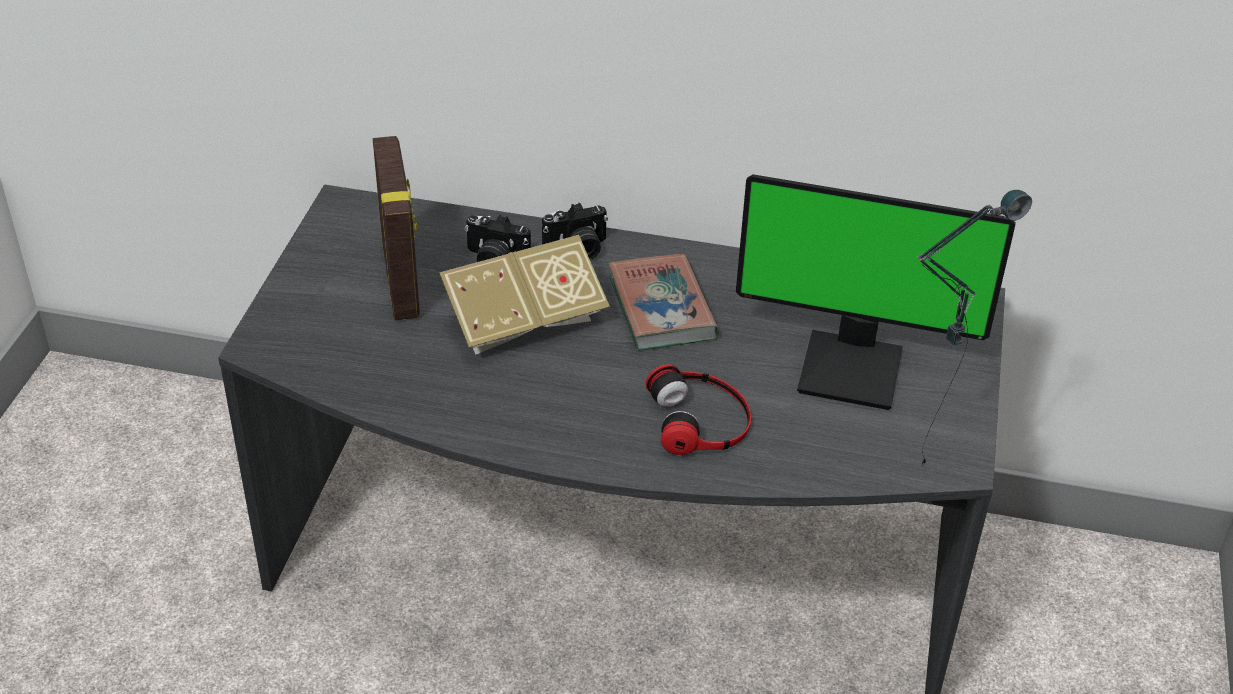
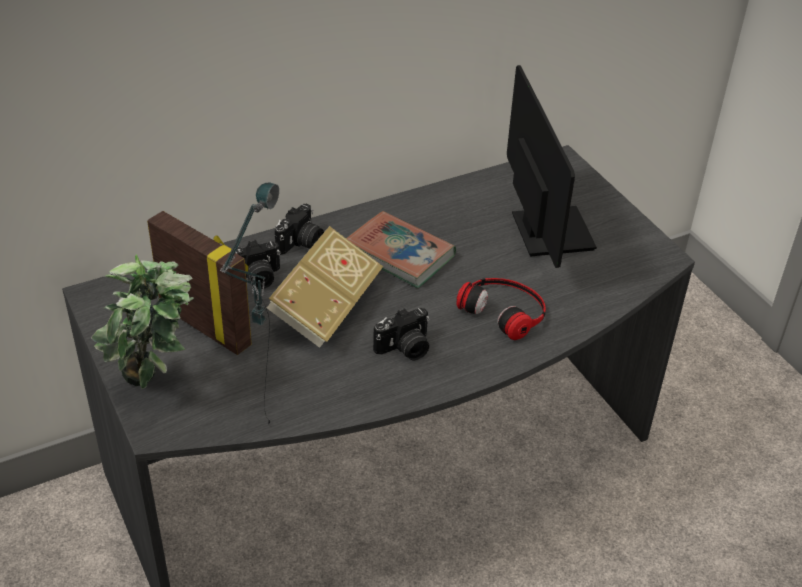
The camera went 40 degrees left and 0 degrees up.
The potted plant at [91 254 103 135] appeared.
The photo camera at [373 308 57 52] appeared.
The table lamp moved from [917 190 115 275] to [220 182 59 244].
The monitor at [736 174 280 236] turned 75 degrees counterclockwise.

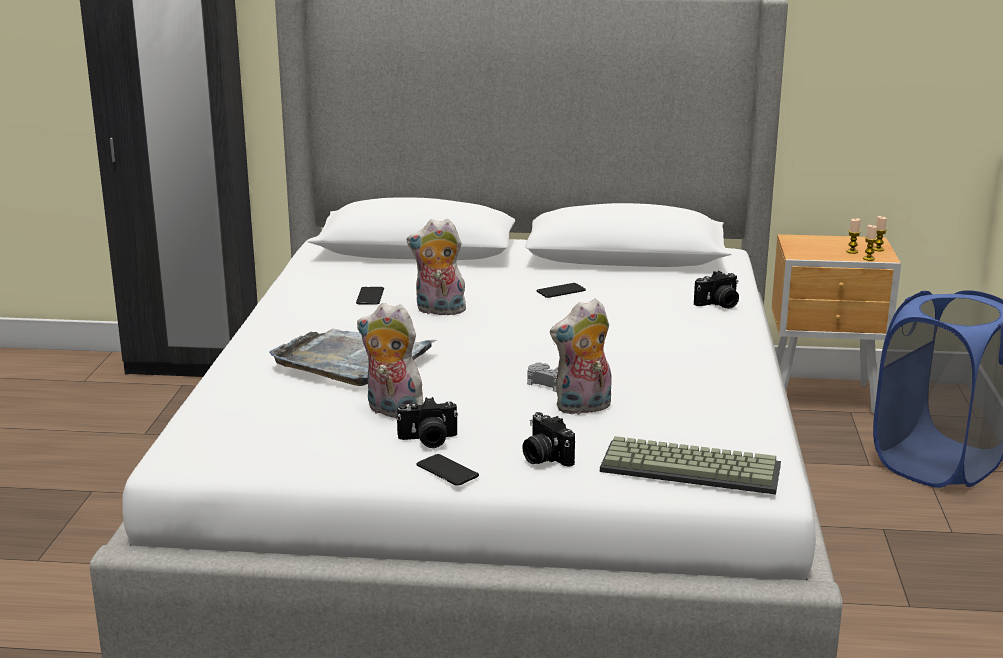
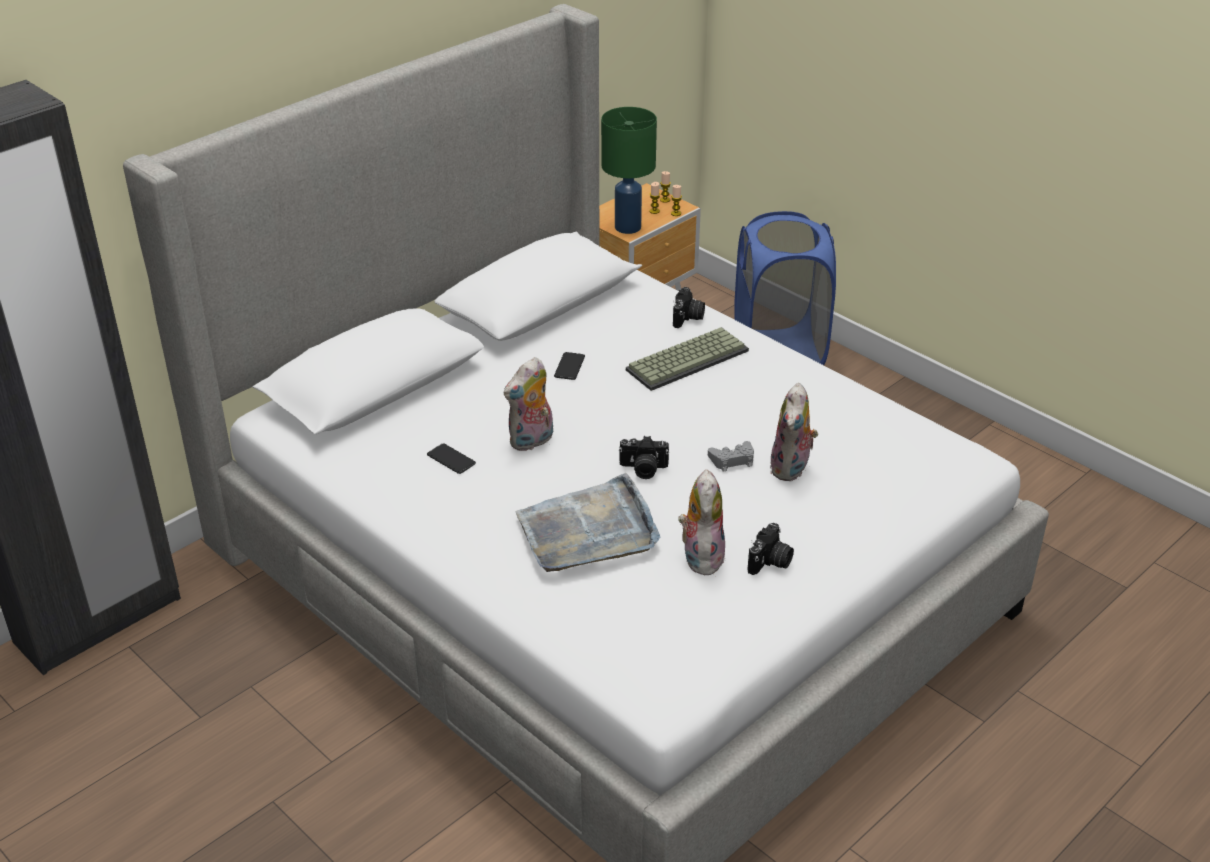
The camera went 50 degrees left and 15 degrees up.
The phone at [416 454 63 32] disappeared.
The green table lamp at [601 107 56 127] appeared.
The photo camera moved from [522 412 53 55] to [619 436 50 43].
The keyboard moved from [600 436 181 59] to [626 327 123 64].
The plush toy at [357 303 66 115] turned 120 degrees clockwise.

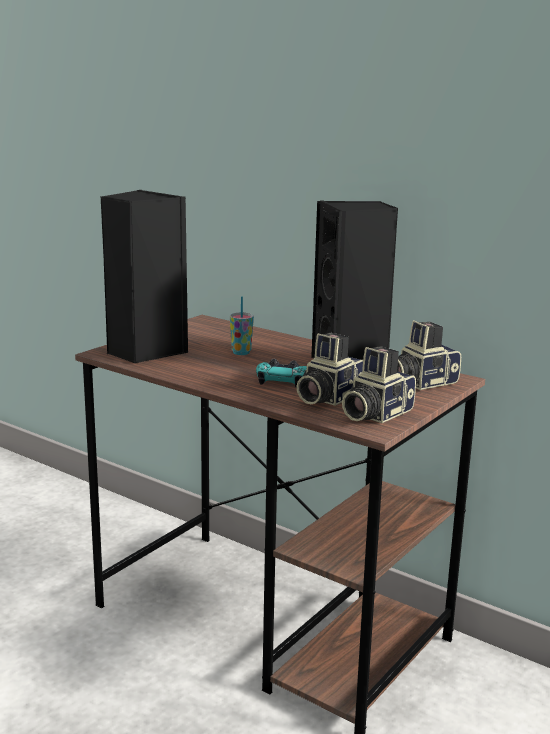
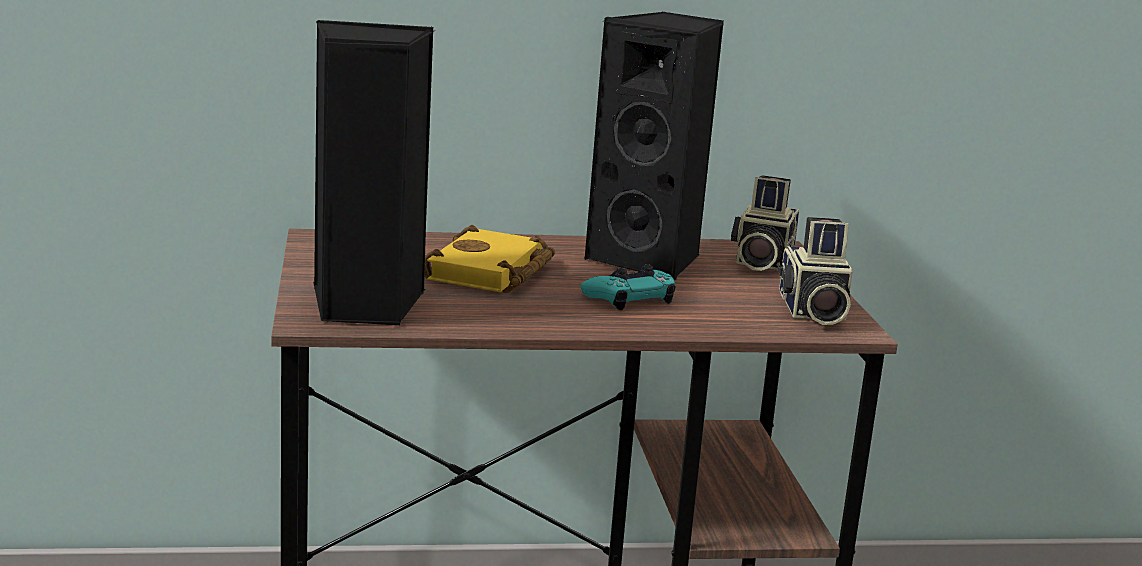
The camera went 45 degrees left and 0 degrees up.
The photo camera at [296 333 67 73] disappeared.
The cup at [230 297 24 58] was replaced by the yellow book at [424 225 131 68].

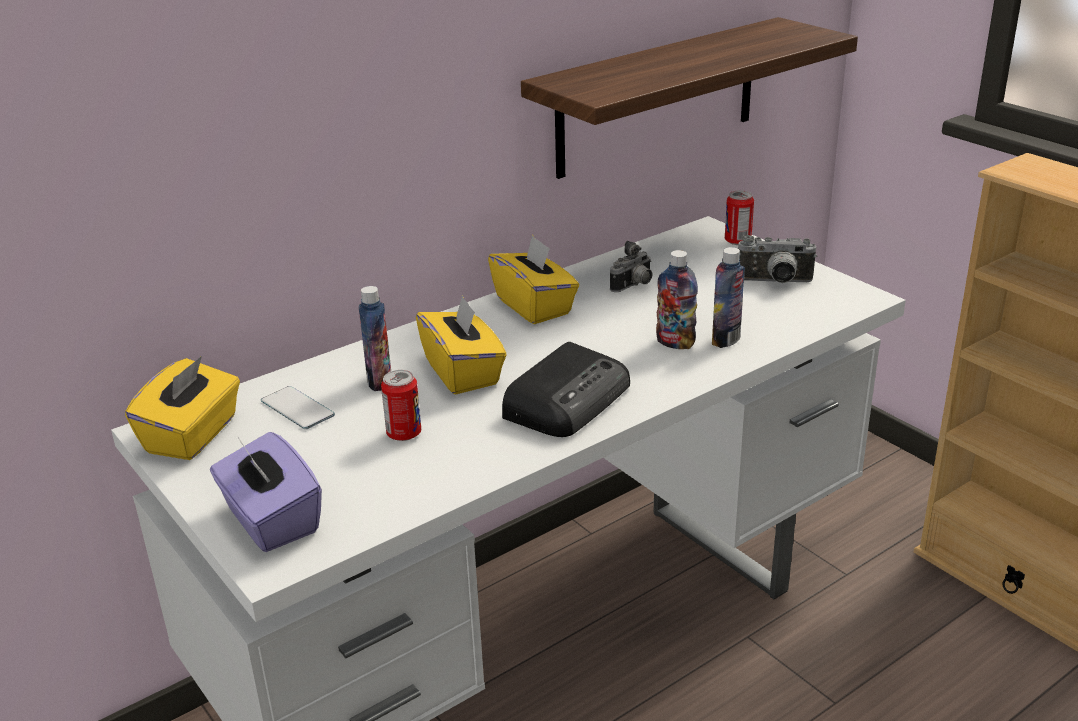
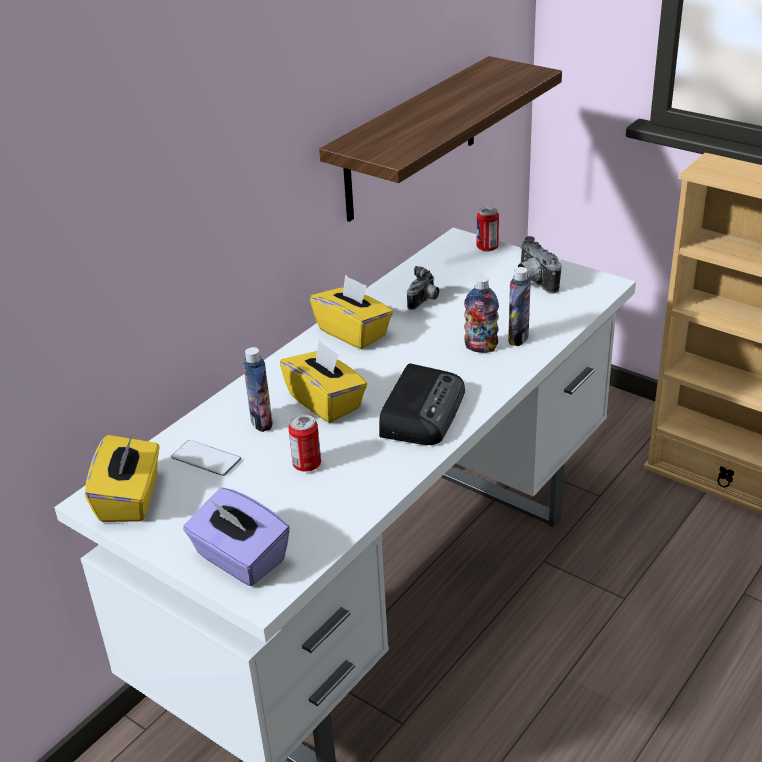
The camera went 15 degrees left and 5 degrees up.
The photo camera at [738 235 79 48] turned 75 degrees clockwise.

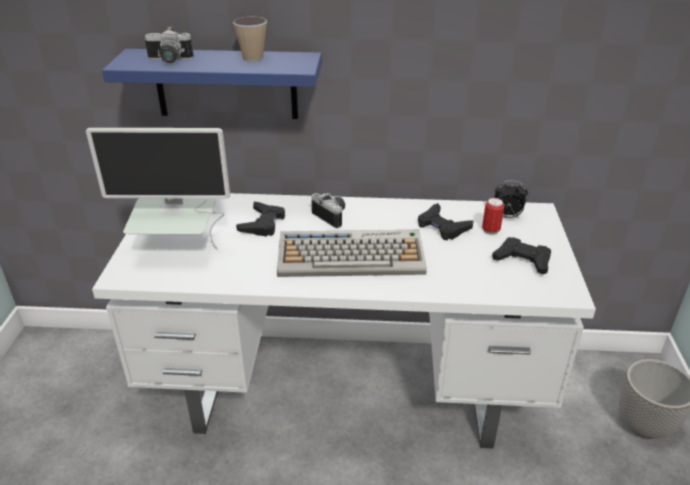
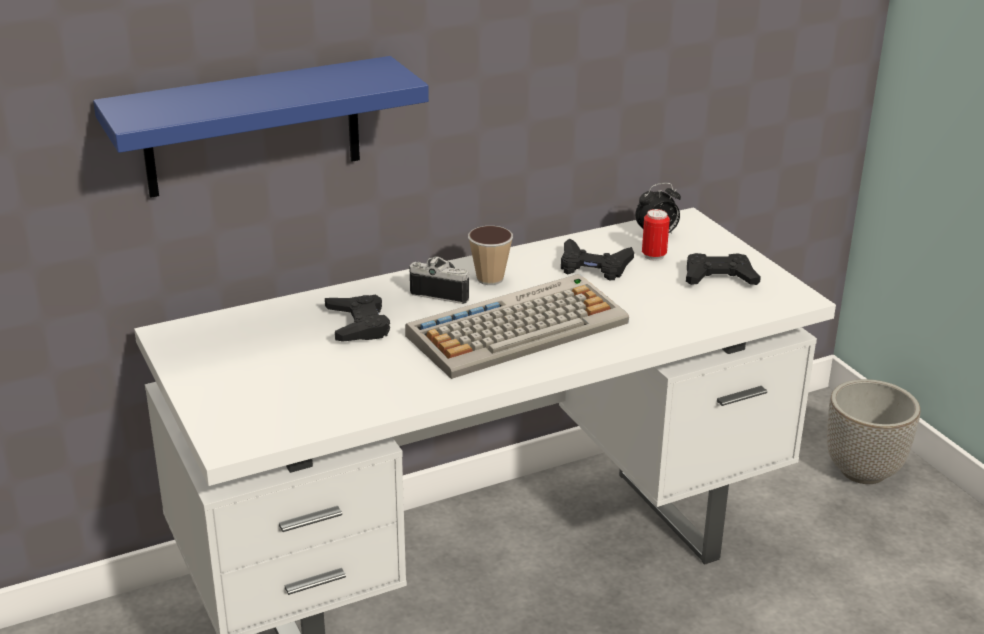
The camera went 30 degrees left and 5 degrees down.
The monitor at [86 128 144 122] disappeared.
The photo camera at [145 26 49 37] disappeared.
The cup moved from [233 17 35 45] to [468 226 45 59].

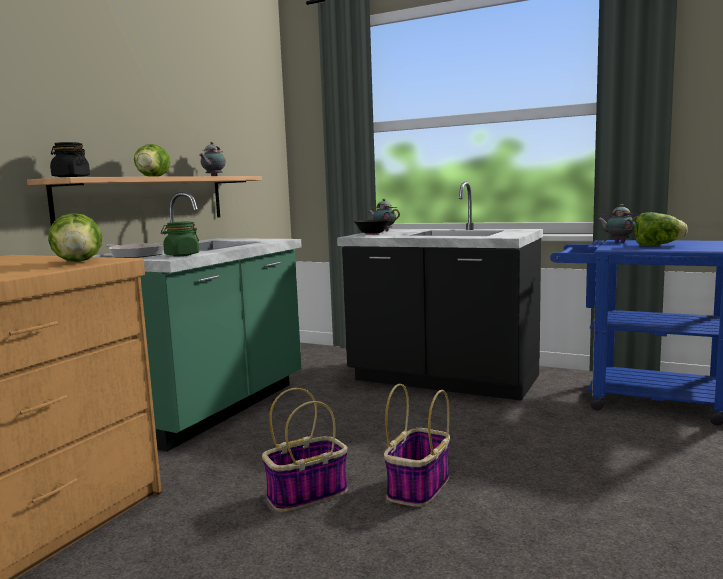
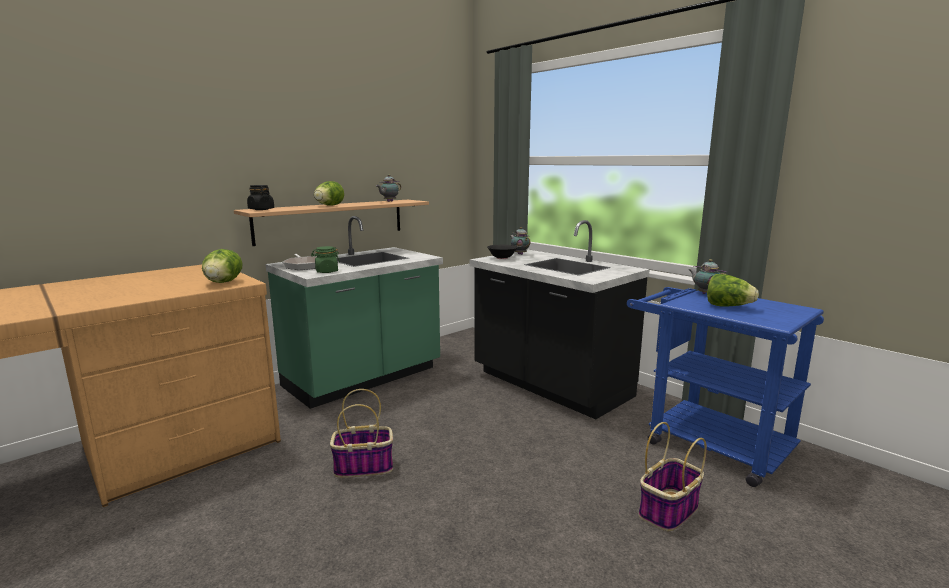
The camera went 20 degrees right and 5 degrees up.
The basket moved from [384 384 66 123] to [639 422 68 109].

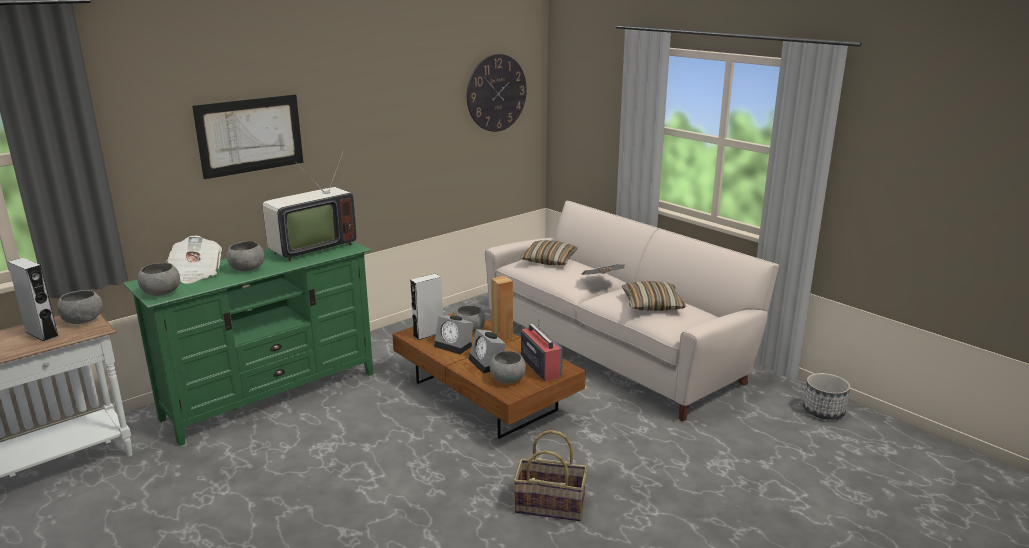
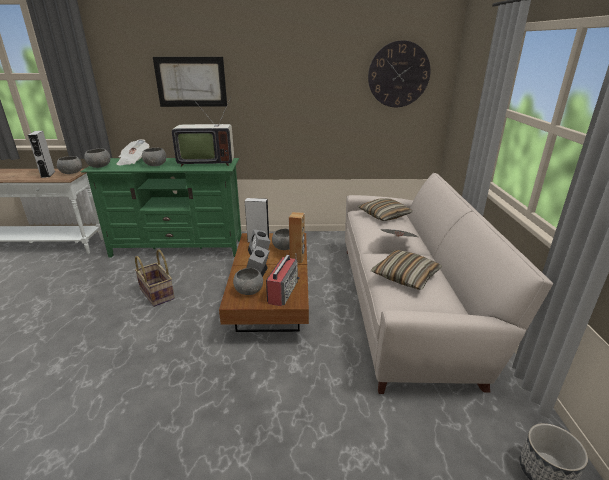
The camera went 40 degrees right and 5 degrees up.
The basket moved from [513 430 74 91] to [135 249 40 58].

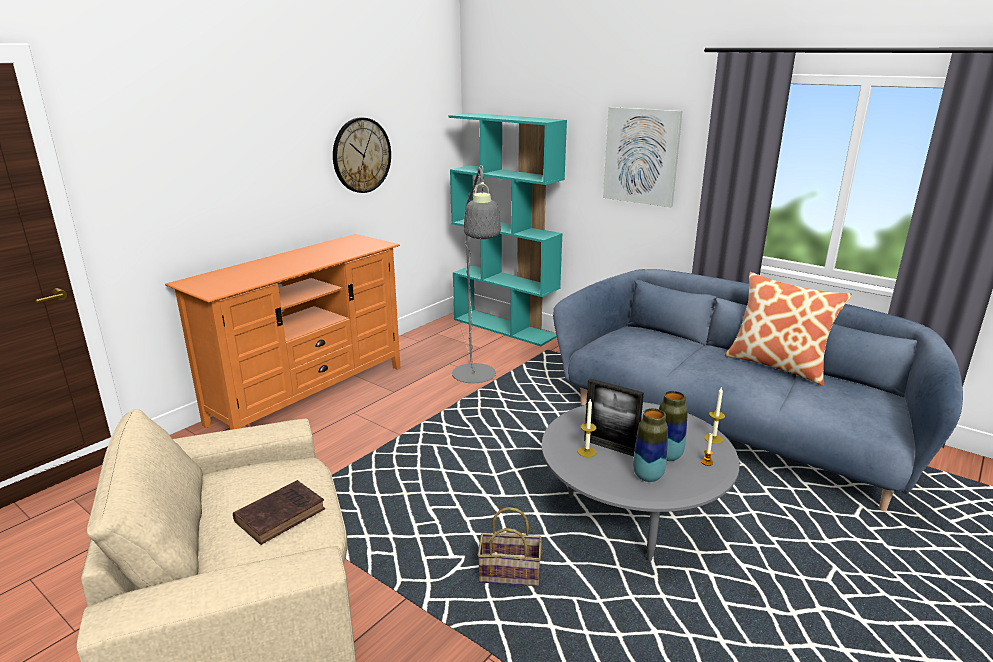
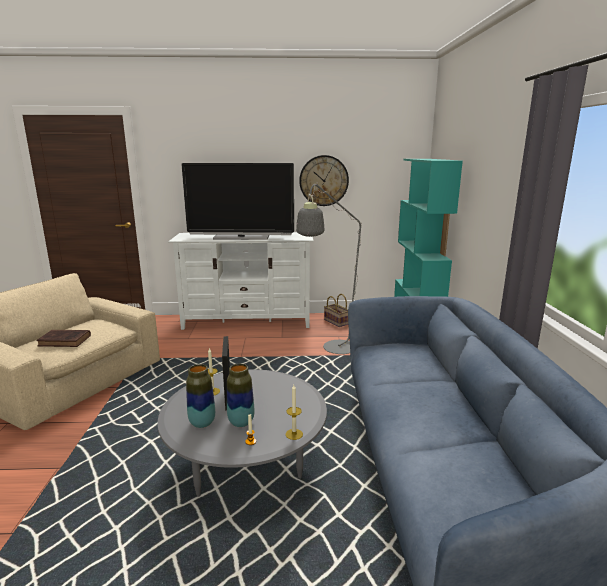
The camera went 50 degrees right and 5 degrees down.
The picture at [603 107 80 101] disappeared.
The pillow at [725 272 127 114] disappeared.
The television at [181 163 113 77] appeared.
The basket moved from [478 507 64 79] to [324 294 24 33].
The orange tv stand at [165 234 236 196] became the white tv stand at [168 232 146 98].

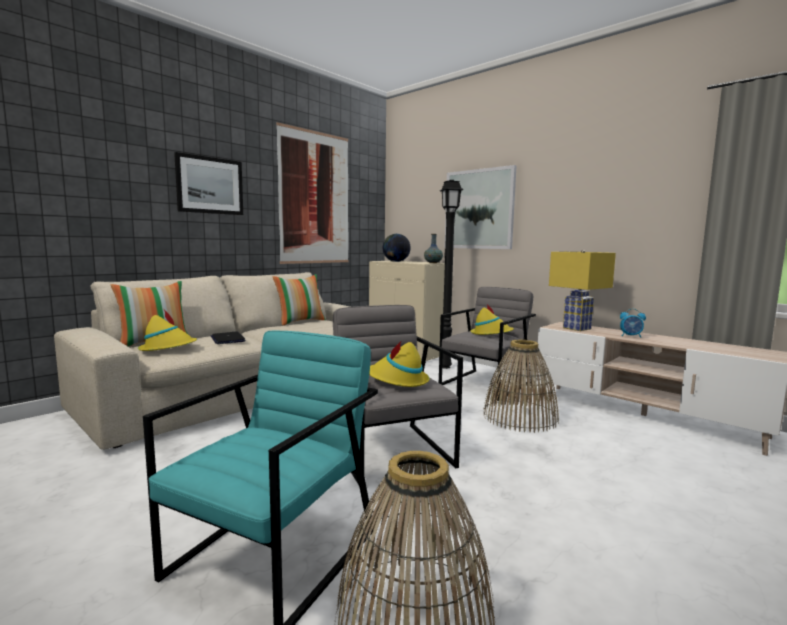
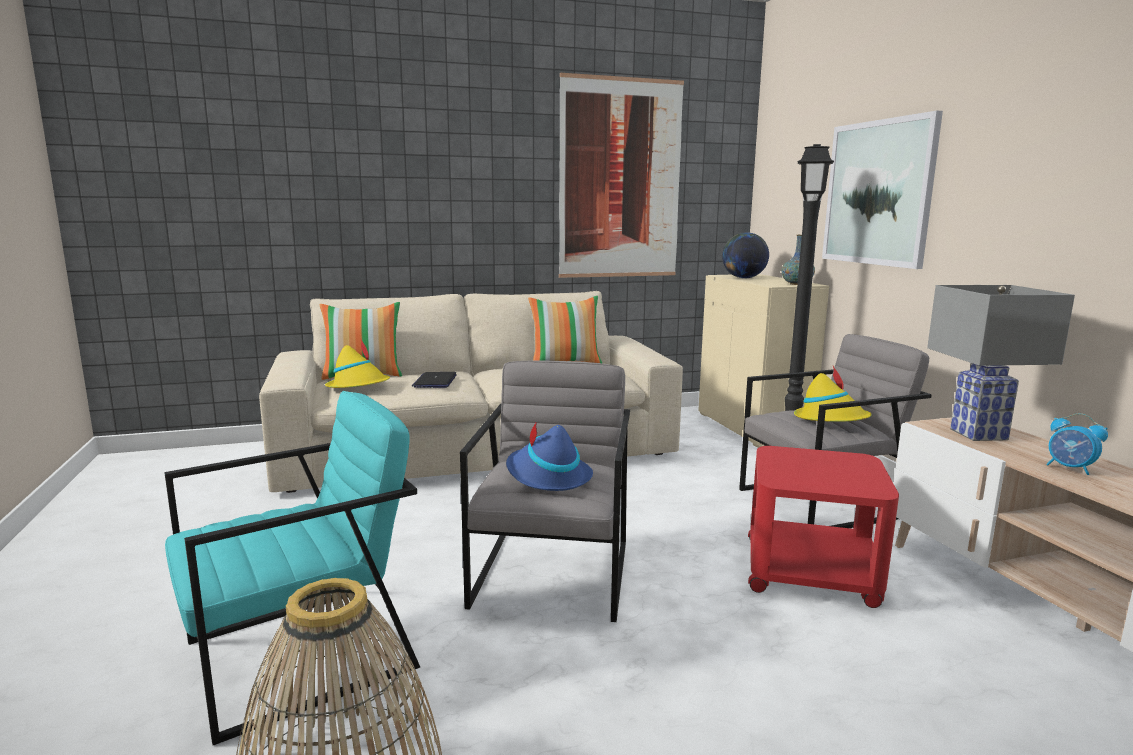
The camera went 30 degrees right and 5 degrees up.
The picture at [174 152 69 63] disappeared.
The basket at [483 340 76 93] was replaced by the red side table at [748 446 151 162].
The yellow hat at [369 340 60 47] became the blue hat at [506 421 87 70].
The yellow table lamp at [549 250 67 81] became the grey table lamp at [927 285 148 156].

